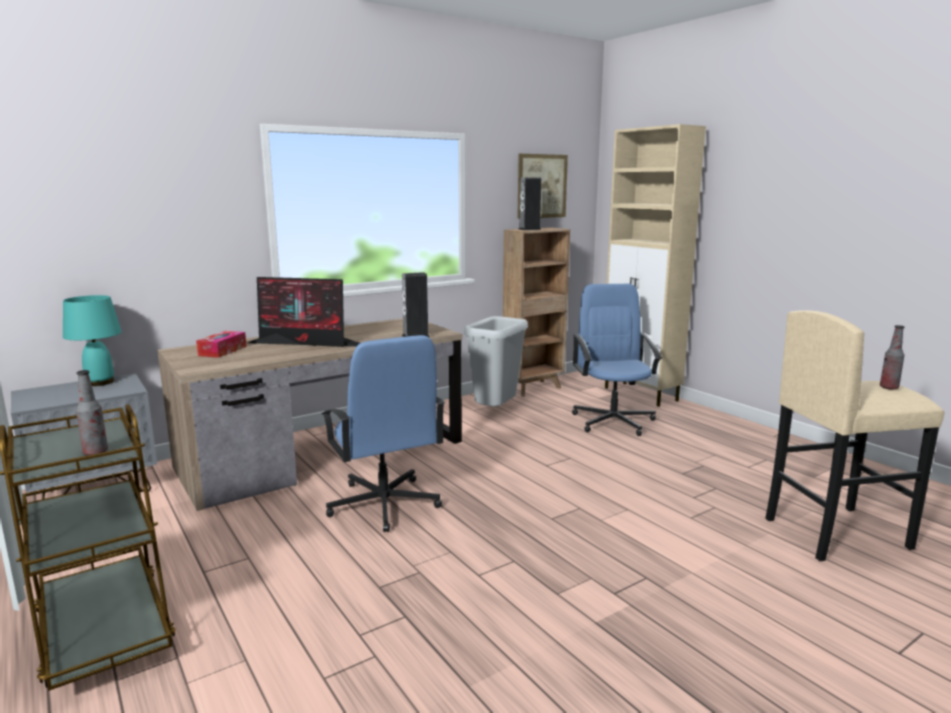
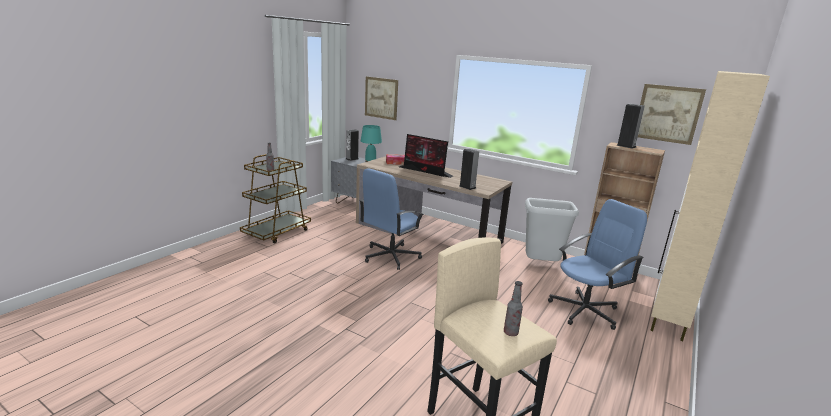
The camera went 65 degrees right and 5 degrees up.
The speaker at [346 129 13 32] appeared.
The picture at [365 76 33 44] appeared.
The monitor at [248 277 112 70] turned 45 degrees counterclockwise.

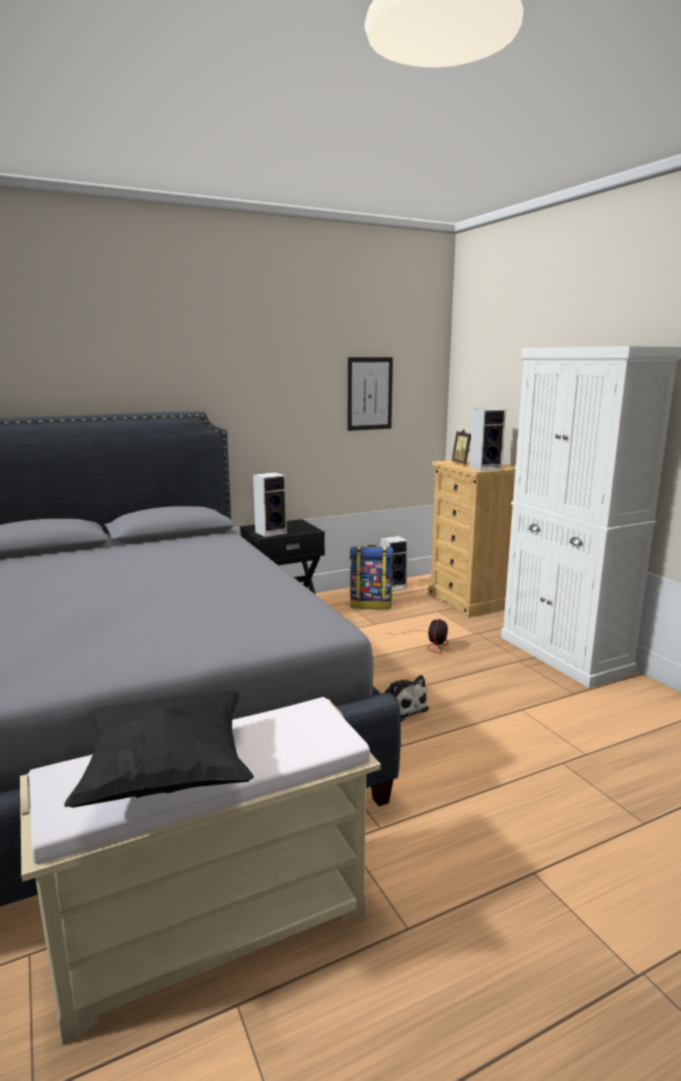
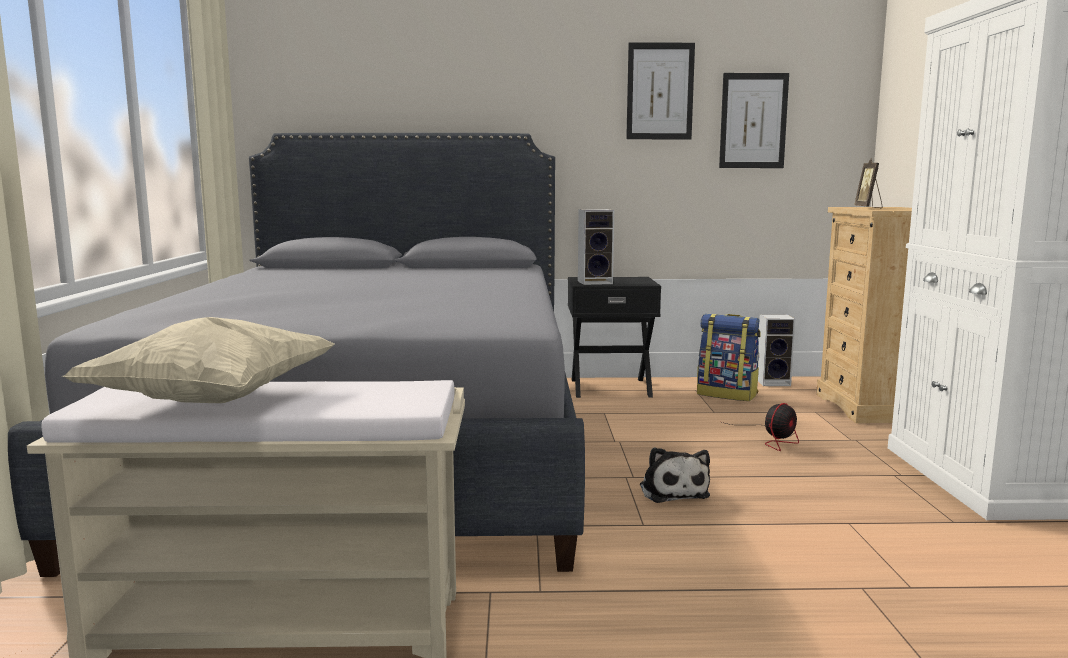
The camera went 25 degrees right and 5 degrees down.
The speaker at [469 408 37 63] disappeared.
The picture at [626 42 69 97] appeared.
The black pillow at [64 690 190 118] became the beige pillow at [62 317 273 86].

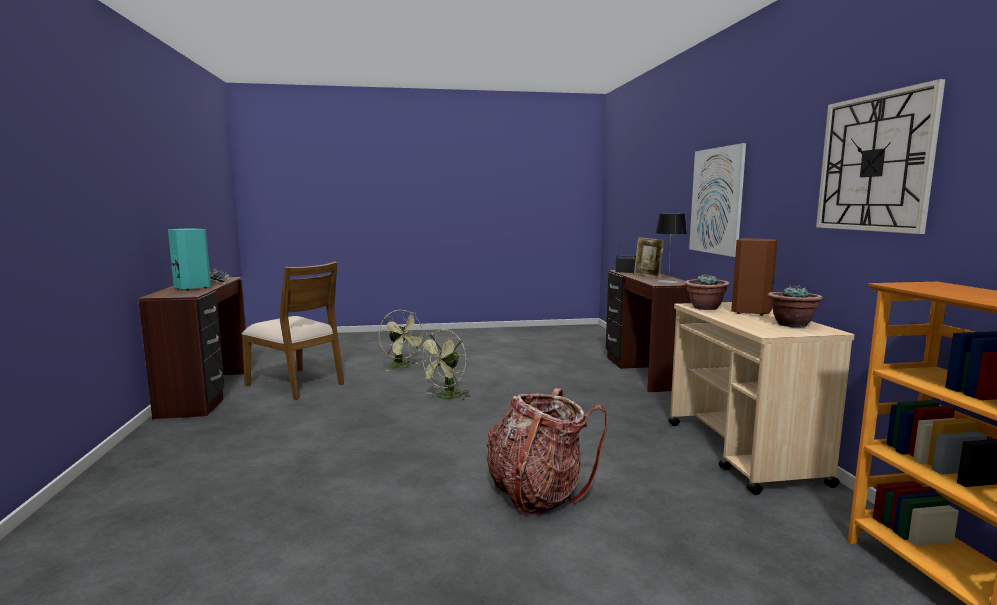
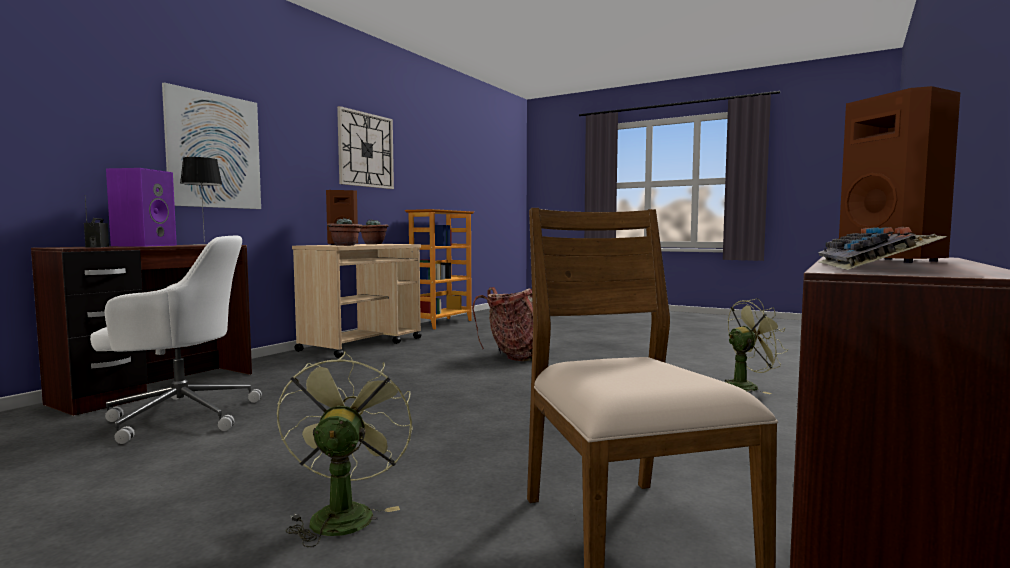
The camera went 140 degrees left and 5 degrees down.
The white office chair at [90 235 172 209] appeared.
The green fan moved from [416 329 54 72] to [725 298 63 96].
The picture frame at [634 237 30 41] was replaced by the purple speaker at [106 168 71 78].
The turquoise speaker at [168 228 43 62] became the brown speaker at [839 86 121 177].

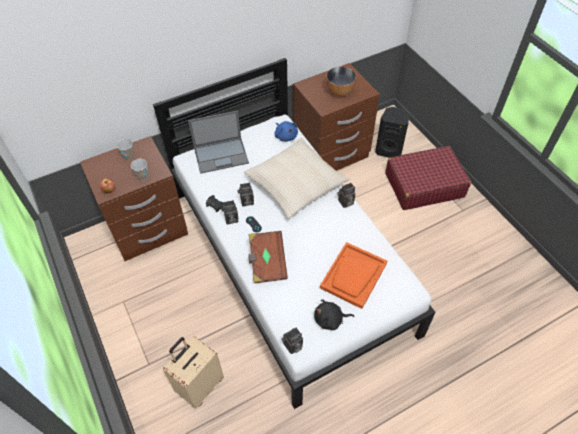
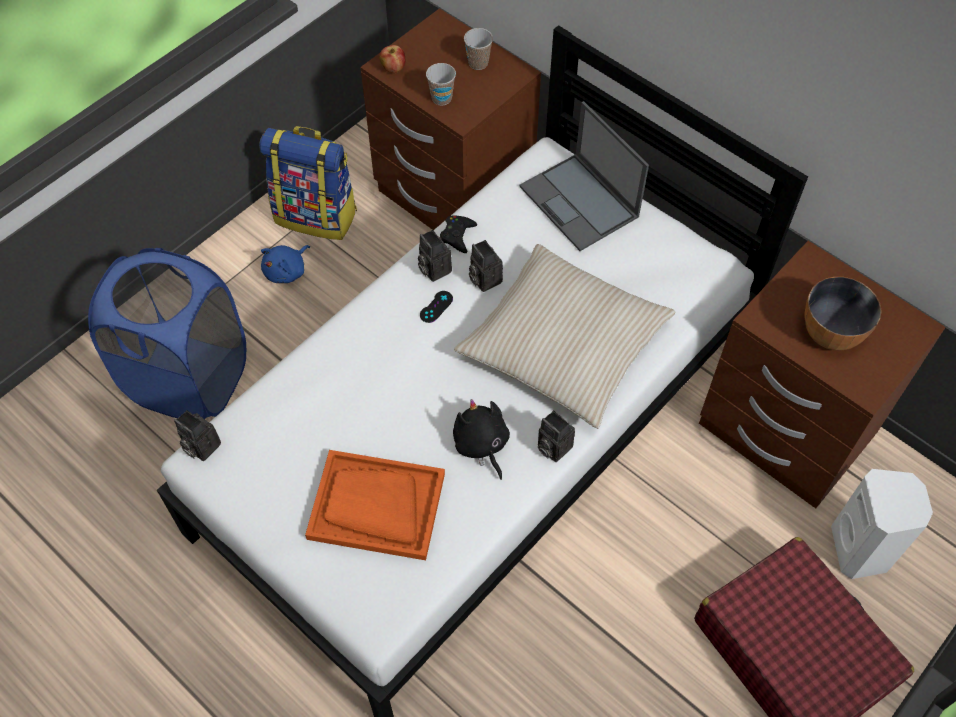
The camera went 70 degrees right and 5 degrees up.
The brown book at [249 231 39 52] disappeared.
The backpack at [259 126 98 114] appeared.
The blue plush toy moved from [274 121 24 21] to [261 245 49 38].
The black plush toy moved from [314 299 40 31] to [453 399 57 81].
The beige suitcase at [163 336 61 73] was replaced by the blue laundry basket at [88 248 158 171].
The black speaker at [375 107 34 51] became the white speaker at [831 469 102 110].

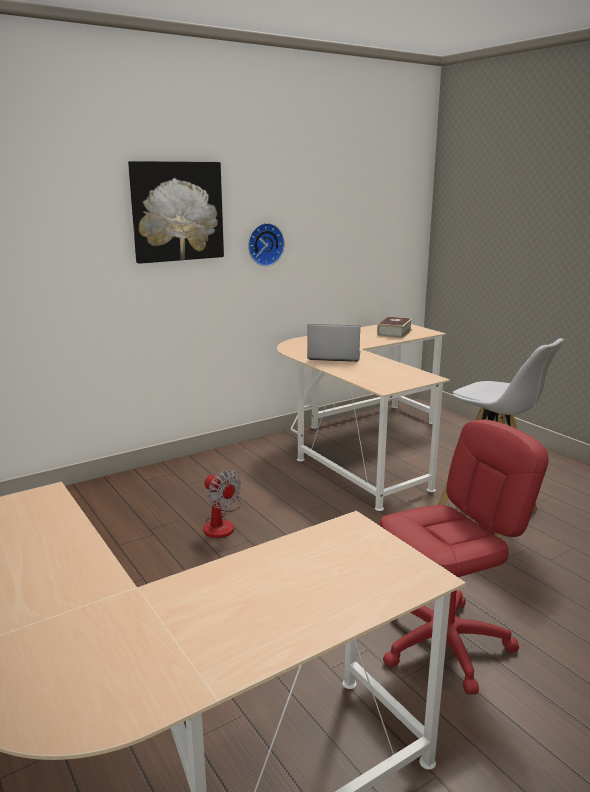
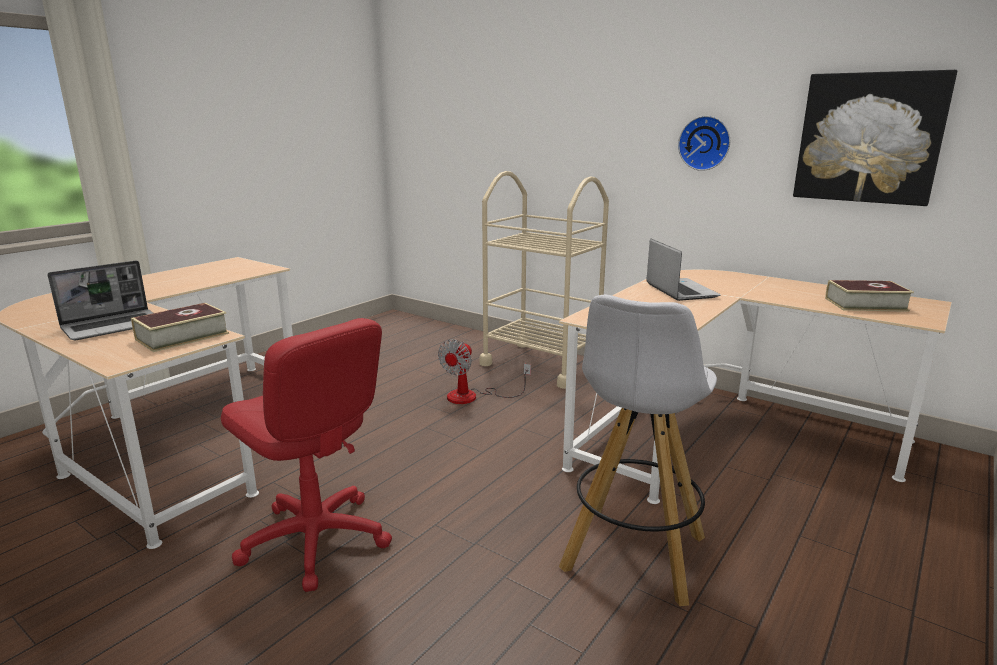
The camera went 70 degrees right and 0 degrees up.
The laptop at [48 260 105 80] appeared.
The book at [131 303 98 49] appeared.
The beige cart at [479 171 130 218] appeared.
The picture moved from [128 161 96 103] to [793 70 164 136].

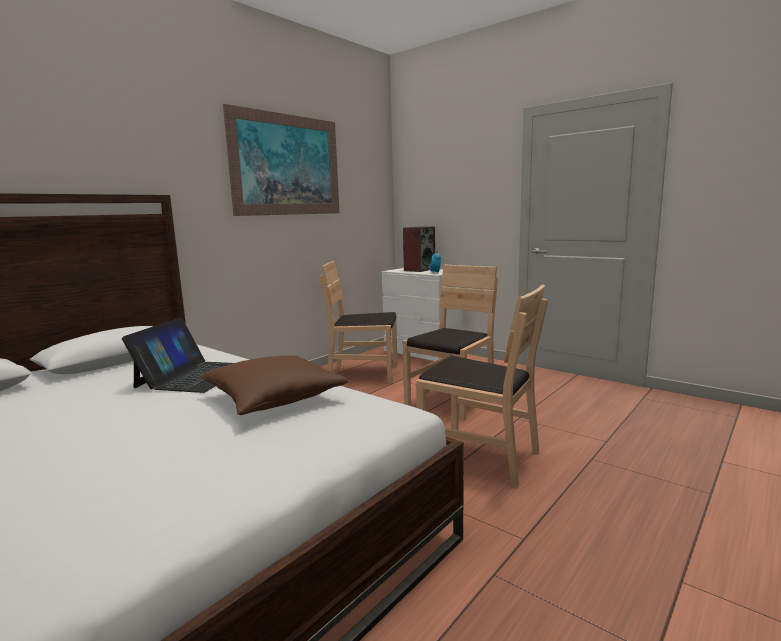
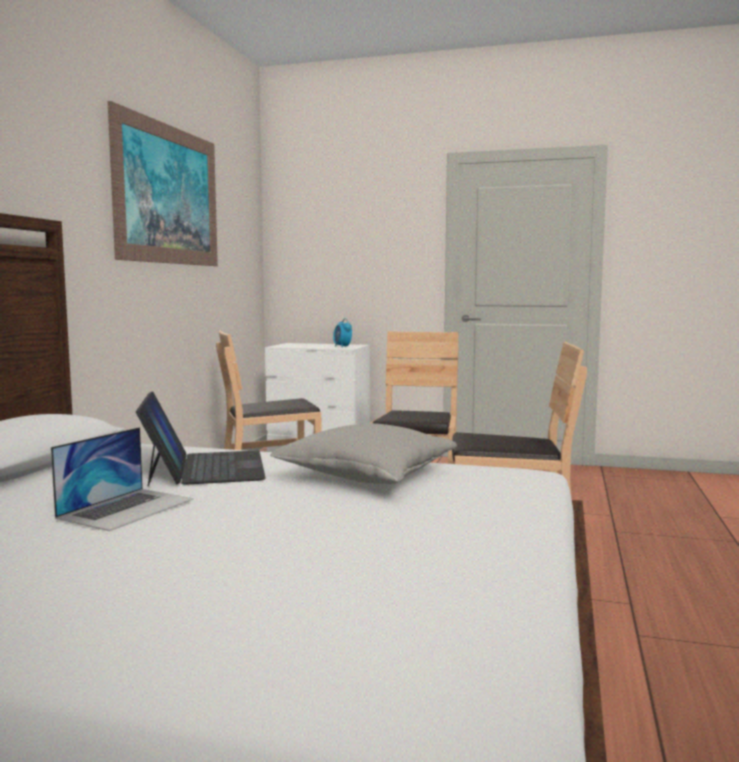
The camera went 25 degrees left and 5 degrees down.
The speaker at [403 226 32 46] disappeared.
The laptop at [51 427 143 104] appeared.
The brown pillow at [200 355 148 60] became the grey pillow at [270 423 187 61].

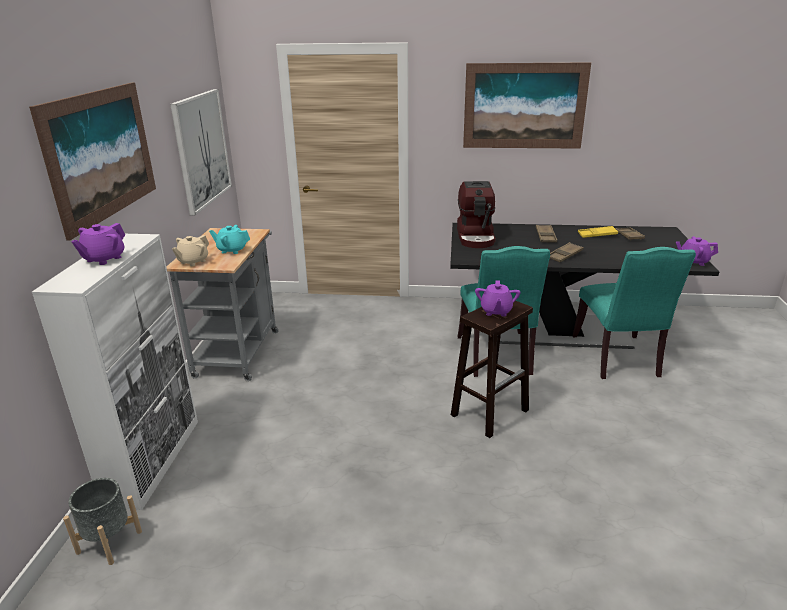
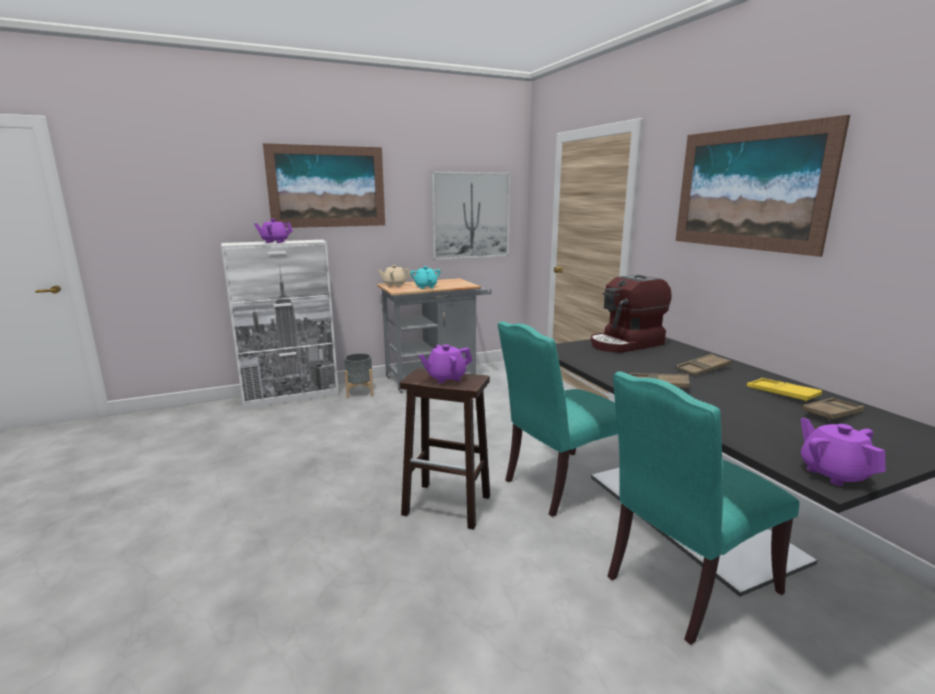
The camera went 60 degrees right and 10 degrees down.
The grey planter moved from [63 478 79 87] to [344 353 30 45].

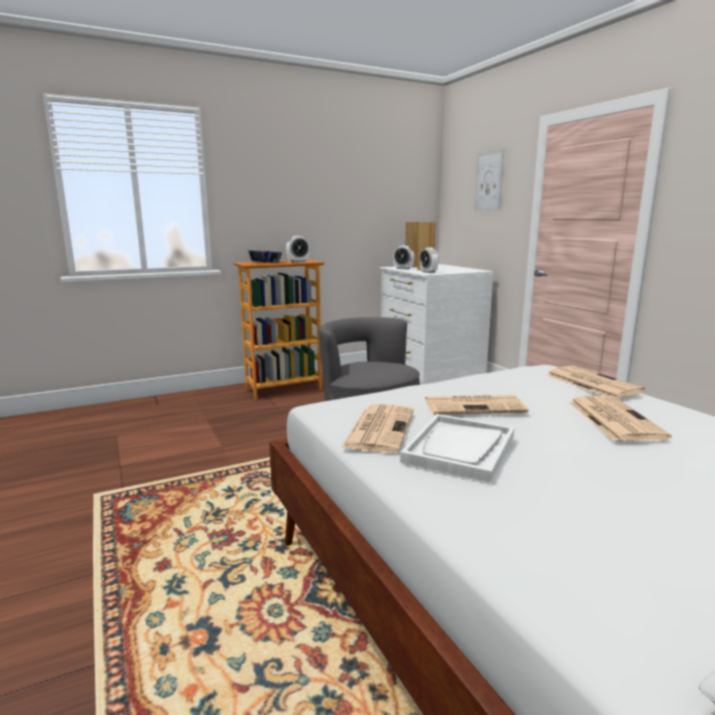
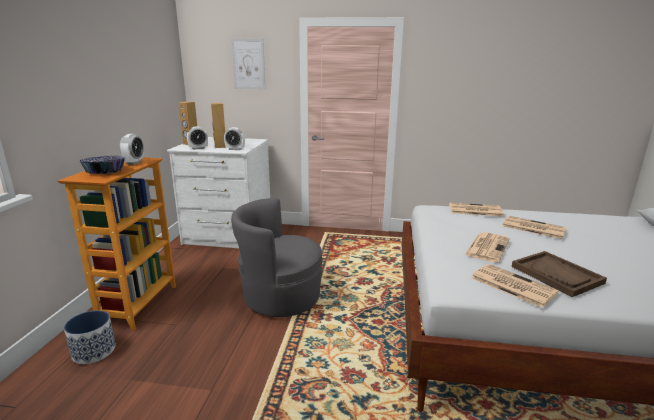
The camera went 55 degrees left and 5 degrees up.
The planter at [64 310 52 54] appeared.
The white tray at [400 414 115 68] became the brown tray at [512 251 95 46].

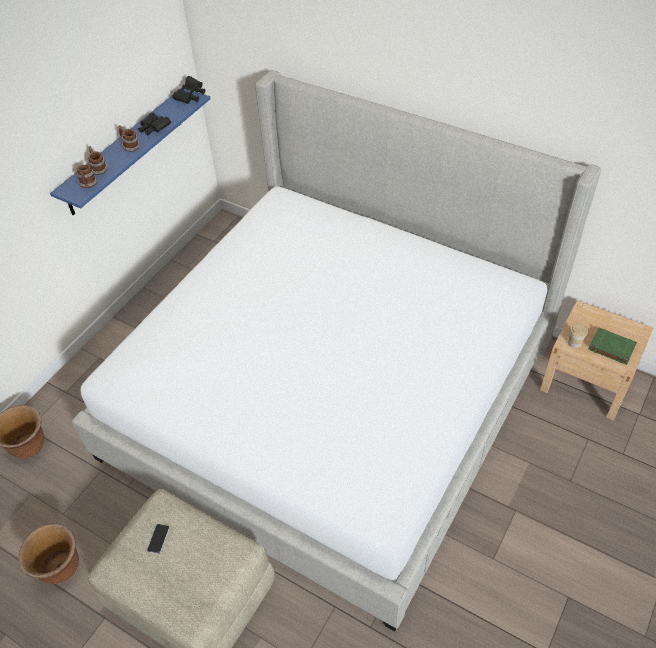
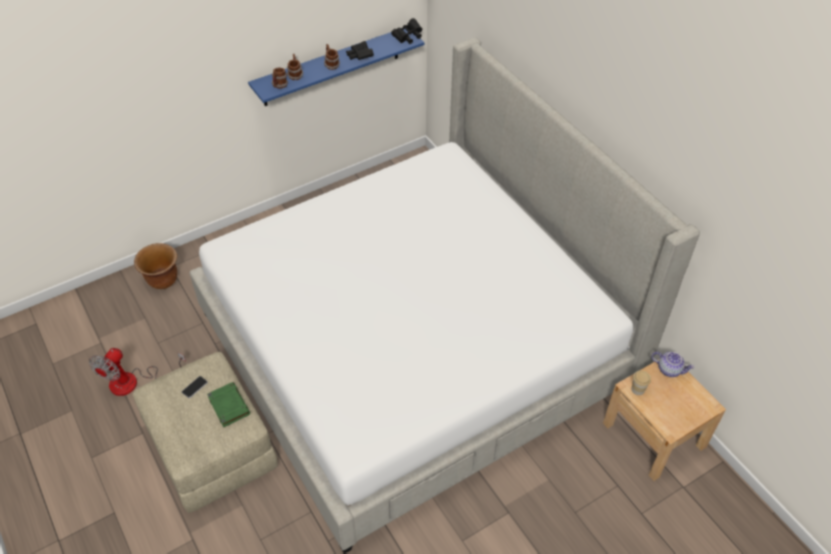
The camera went 25 degrees right and 0 degrees up.
The teapot at [651 352 44 25] appeared.
The green book moved from [588 327 49 38] to [207 382 43 45].
The brown planter at [18 524 61 60] was replaced by the fan at [89 348 97 48].

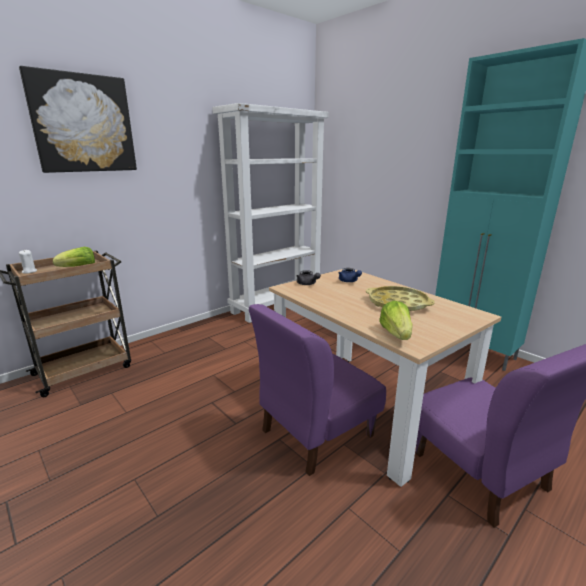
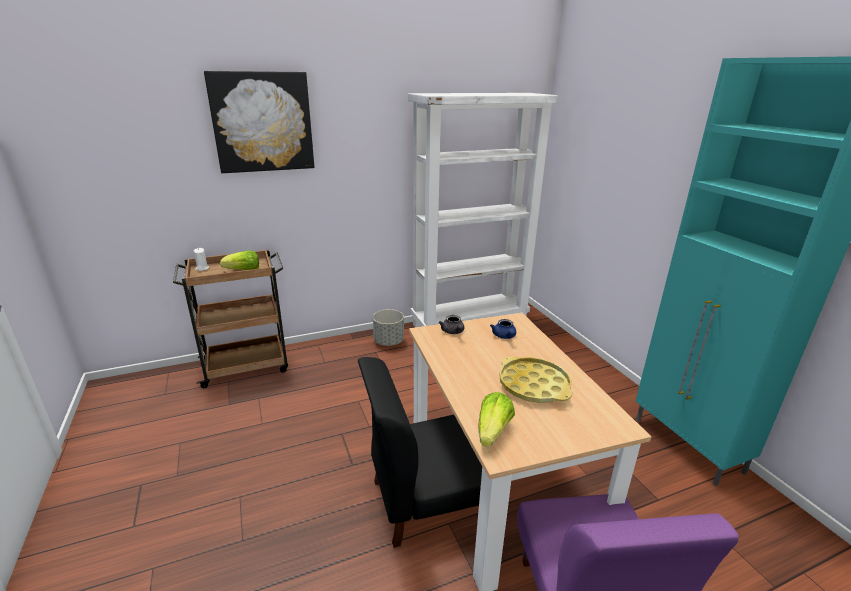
The camera went 20 degrees right and 5 degrees up.
The grey planter at [373 309 31 37] appeared.
The purple chair at [249 304 137 172] became the black chair at [358 357 124 191].

